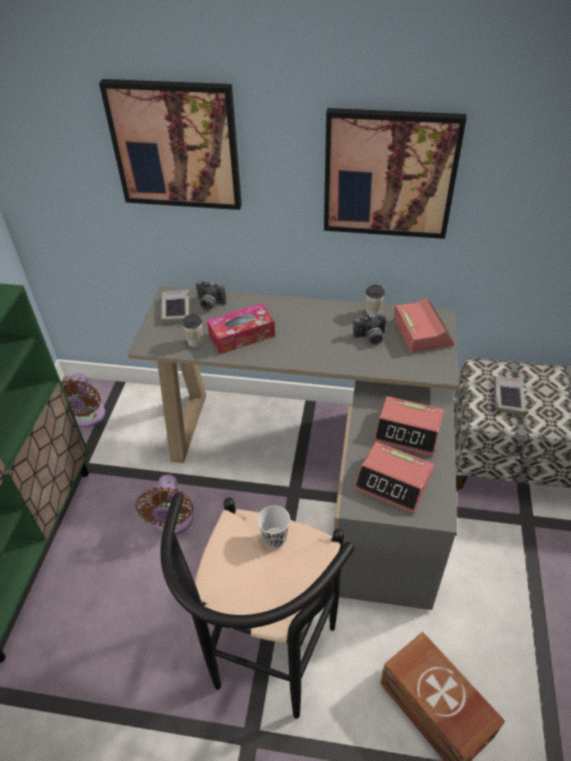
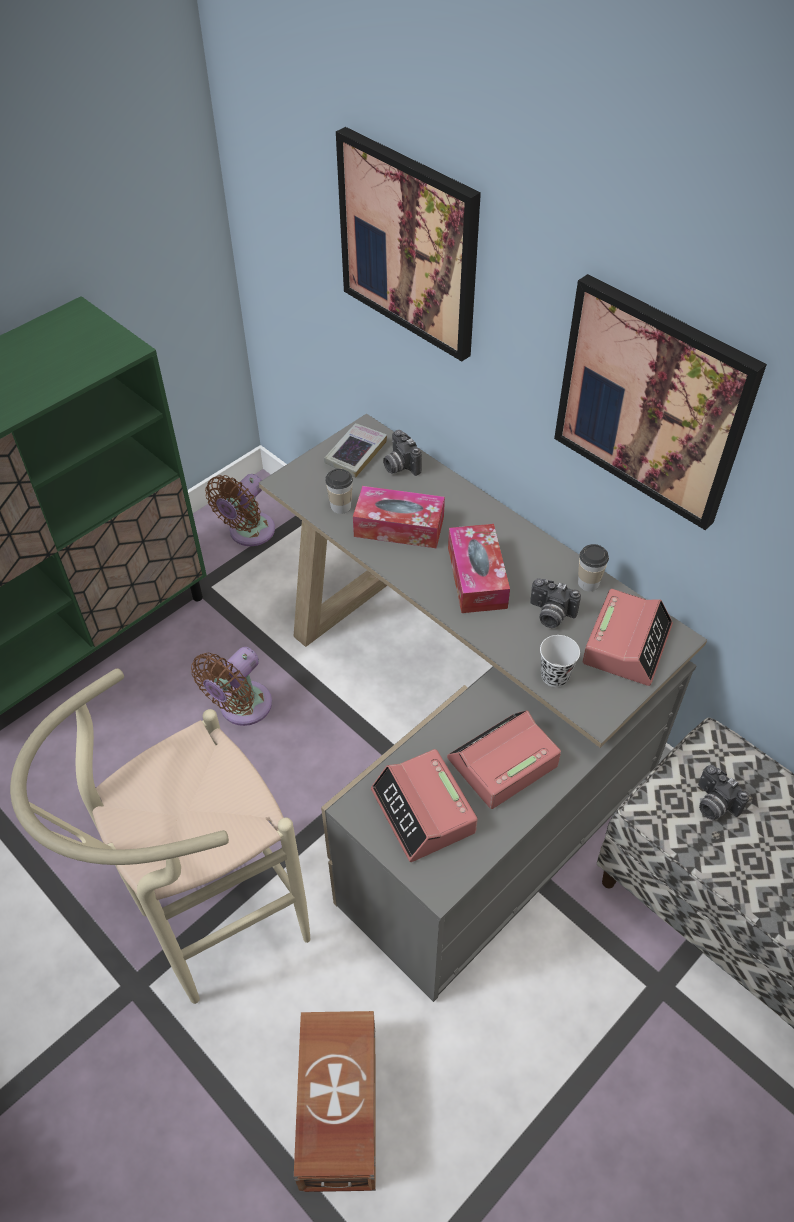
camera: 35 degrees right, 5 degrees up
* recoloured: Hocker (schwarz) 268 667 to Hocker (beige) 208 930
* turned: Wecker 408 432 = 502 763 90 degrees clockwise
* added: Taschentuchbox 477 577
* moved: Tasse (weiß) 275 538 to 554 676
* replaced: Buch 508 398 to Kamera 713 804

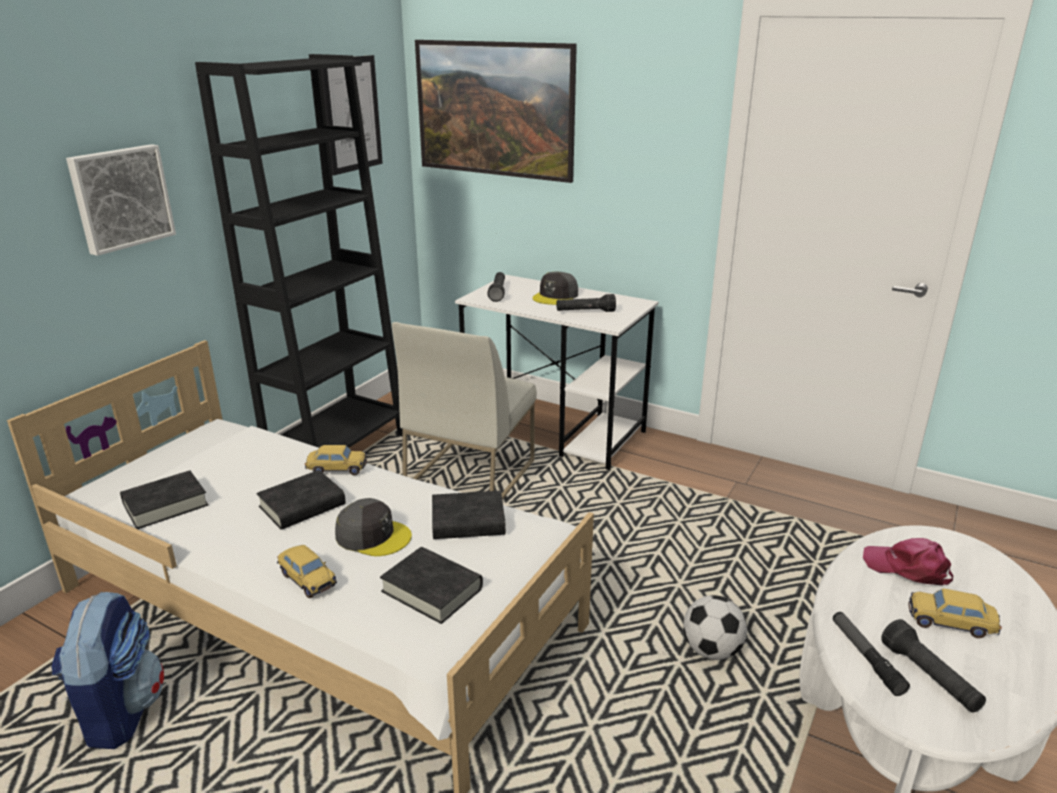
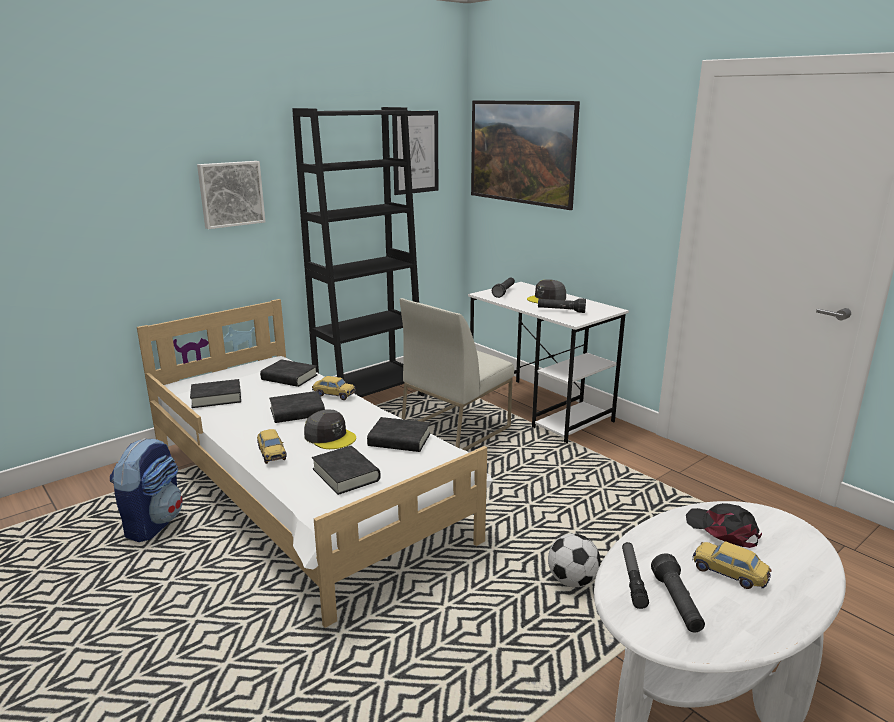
camera: 20 degrees right, 5 degrees down
* added: Buch (schwarz) 289 378
* recoloured: Kappe (rosa) 907 568 to Kappe (schwarz) 722 530

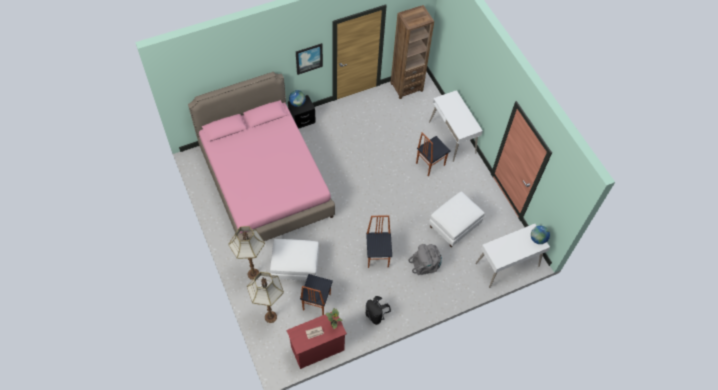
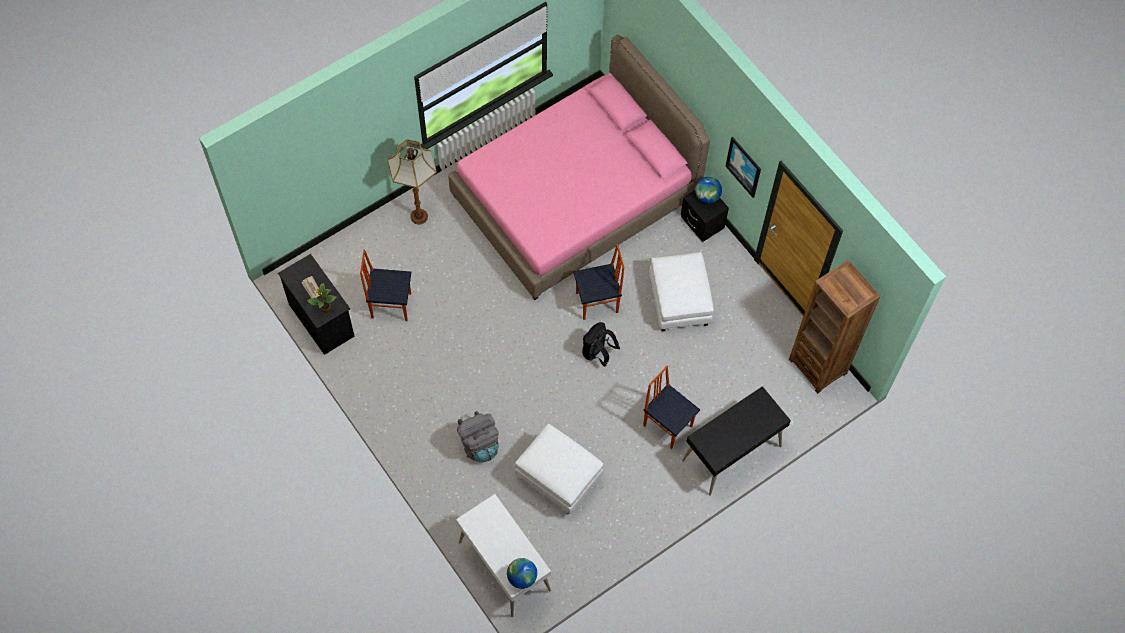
camera: 80 degrees right, 5 degrees up
* recoloured: Kommode (rot) 317 348 to Kommode (schwarz) 321 320
* moved: Stuhl 378 256 to 597 303
* moved: Rucksack (schwarz) 376 315 to 598 353
* moved: Polsterhocker (weiß) 296 266 to 680 301
* recoloured: Schreibtisch (weiß) 452 137 to Schreibtisch (schwarz) 731 454
* removed: Stehlampe 270 317

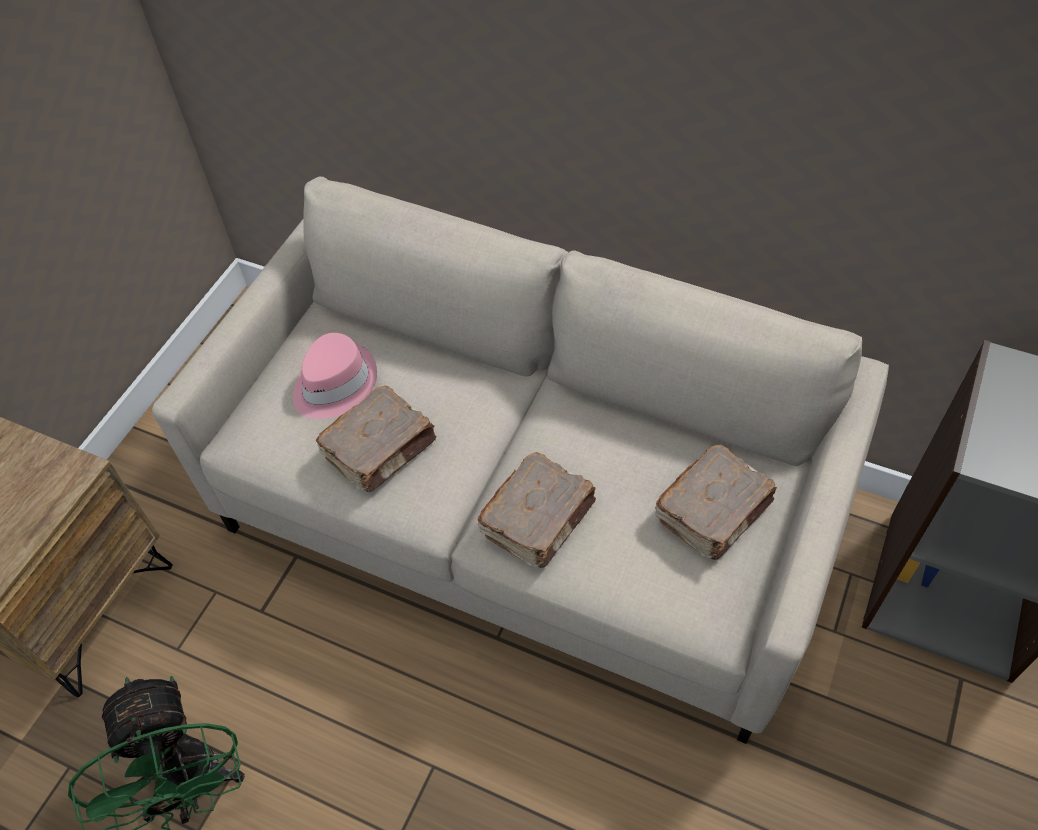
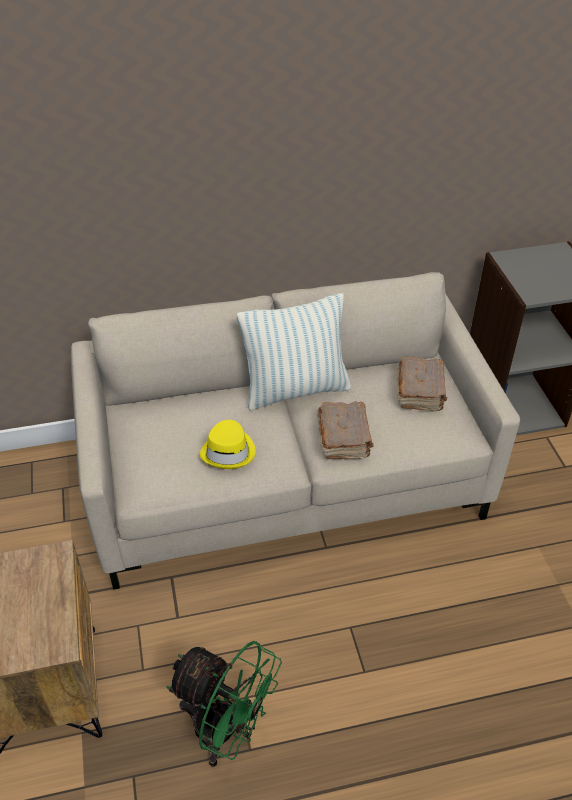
camera: 40 degrees left, 10 degrees down
* replaced: Buch (braun) 381 449 to Hut (gelb) 229 451
* added: Kissen 295 390
* removed: Hut (rosa) 334 384

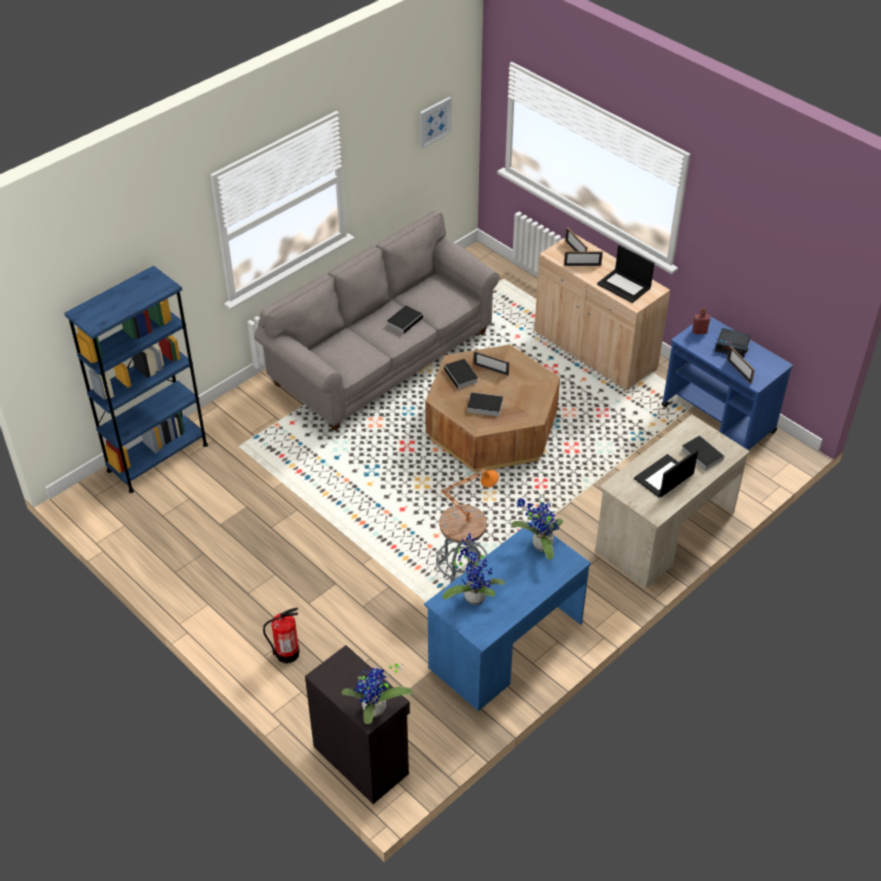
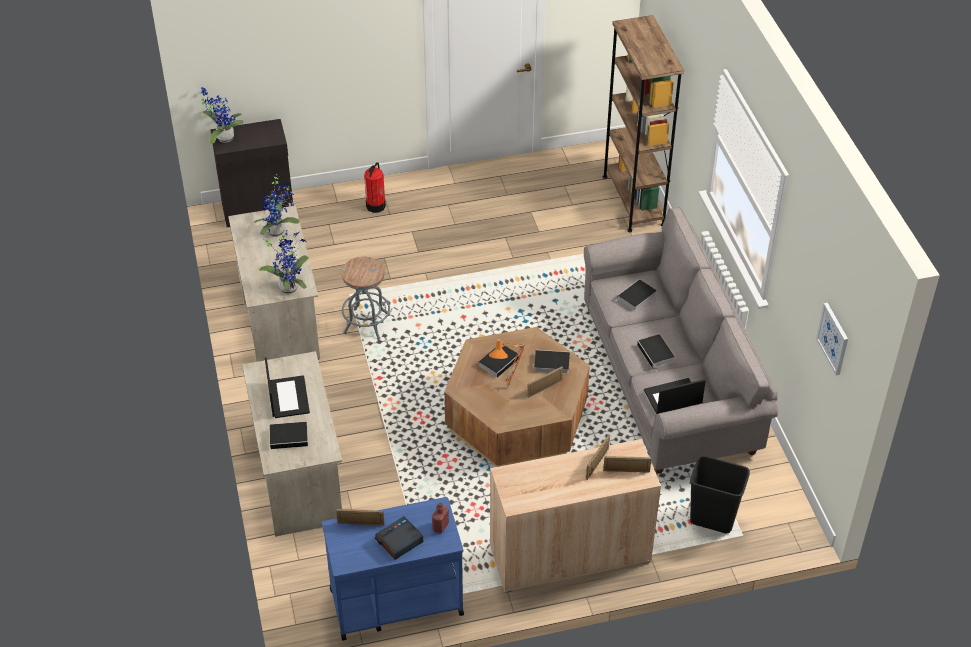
camera: 120 degrees right, 0 degrees up
* recoloured: Schreibtisch (blau) 505 645 to Schreibtisch (beige) 279 318
* moved: Tischlampe (orange) 468 521 to 509 388
* recoloured: Bücherregal (blau) 157 458 to Bücherregal (braun) 633 200
* added: Buch 636 298
* moved: Laptop 624 286 to 672 397
* added: Mülleimer (schwarz) 713 519

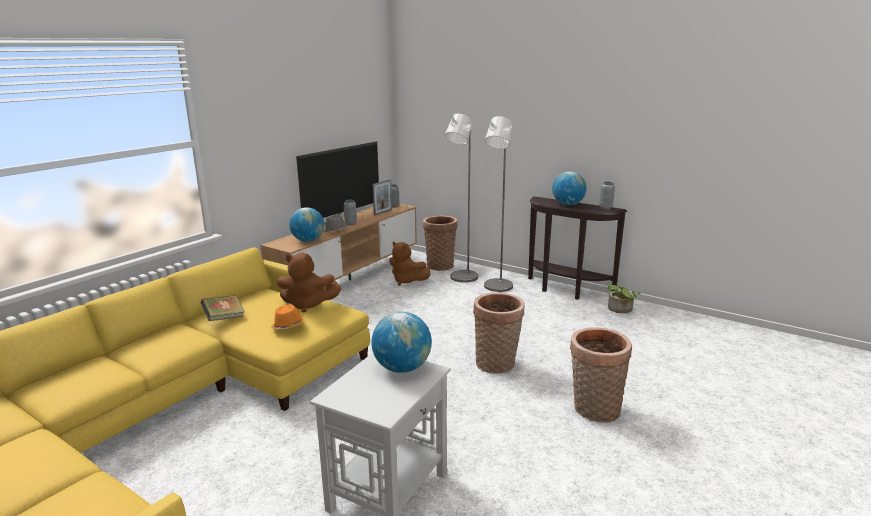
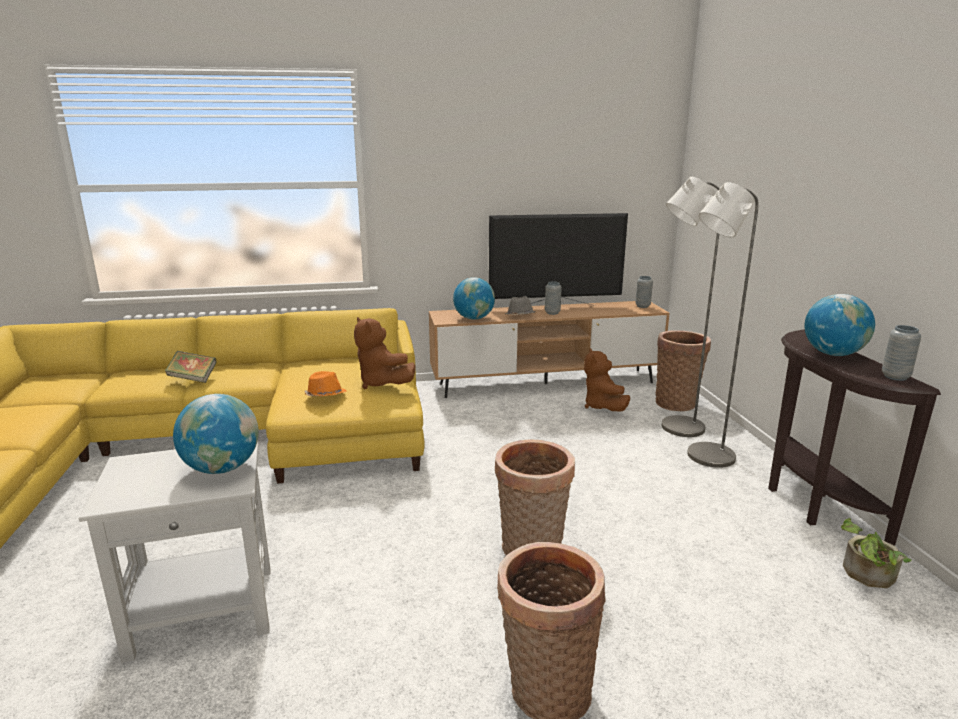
camera: 45 degrees right, 0 degrees up
* moved: Buch 224 318 to 193 379
* removed: Bilderrahmen 383 212

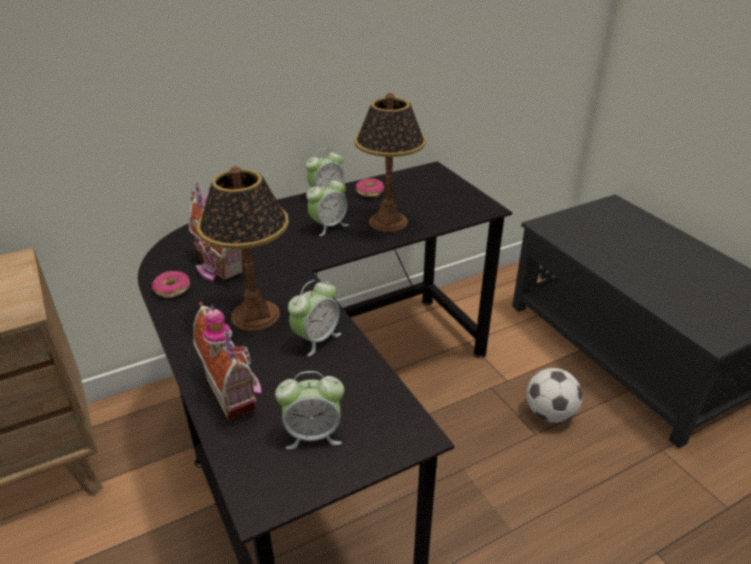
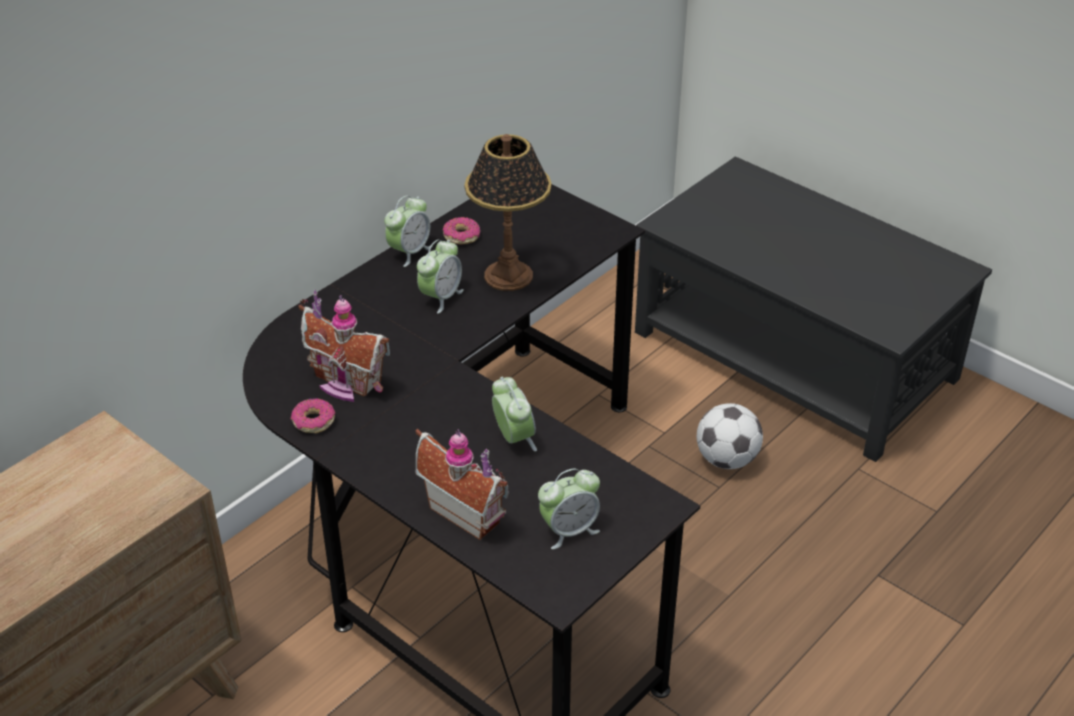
camera: 20 degrees left, 5 degrees up
* turned: Wecker 316 339 = 514 438 45 degrees counterclockwise
* removed: Tischlampe 256 316

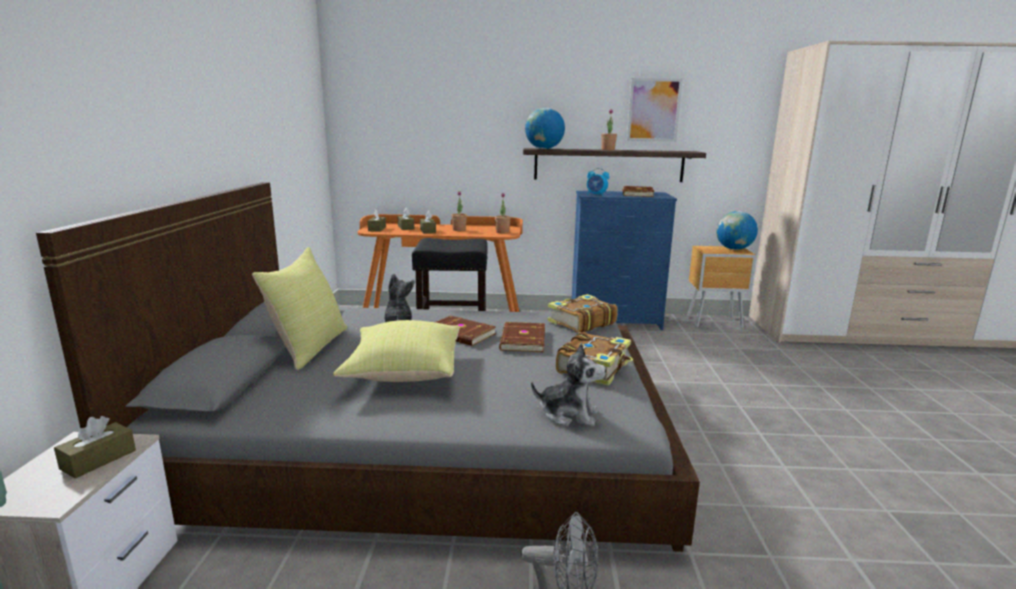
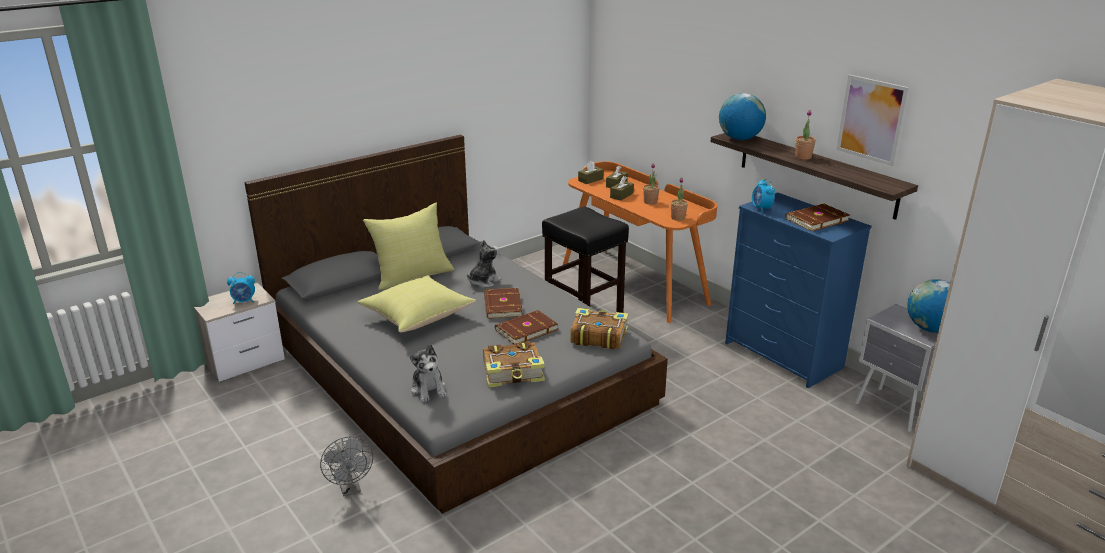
camera: 50 degrees right, 10 degrees up
* replaced: Taschentuchbox (braun) 98 459 to Wecker 244 301
* recoloured: Nachttisch (braun) 715 322 to Nachttisch (grau) 894 411

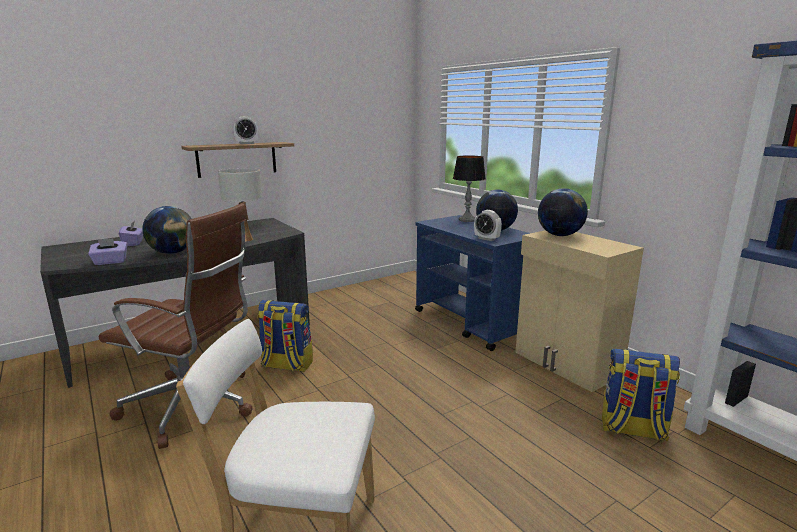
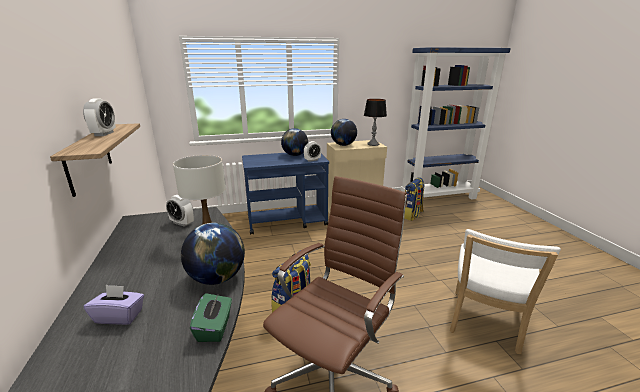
camera: 70 degrees left, 5 degrees up
* added: Wecker 182 223
* recoloured: Taschentuchbox (lila) 110 262 to Taschentuchbox (grün) 215 328
* moved: Tischlampe 467 220 to 373 144

